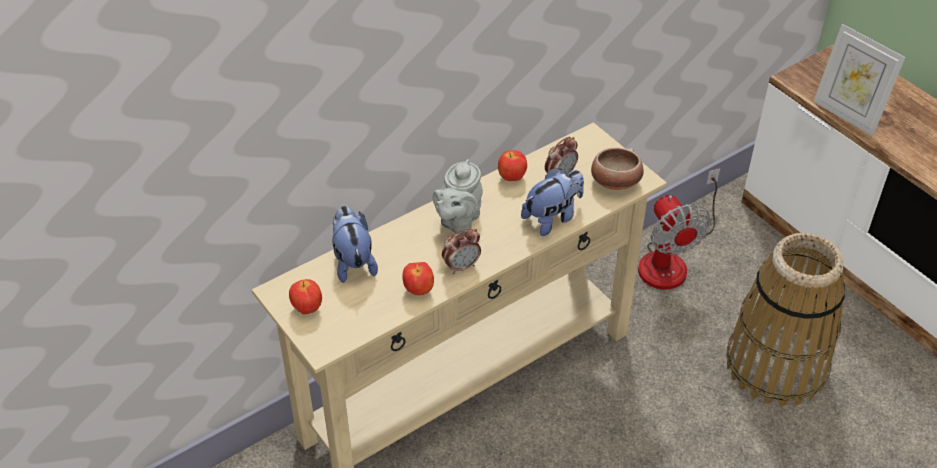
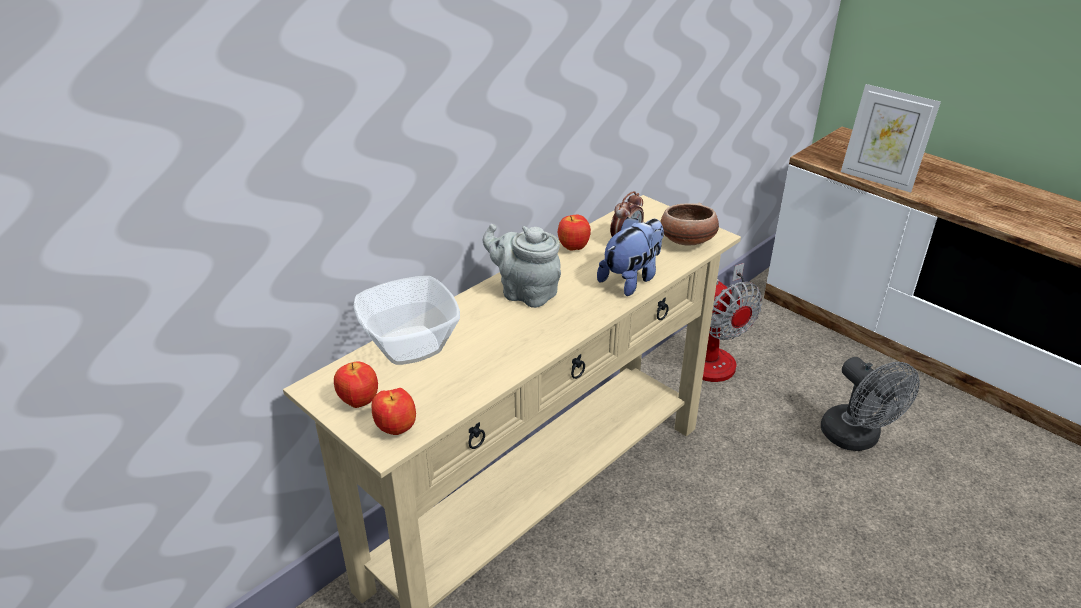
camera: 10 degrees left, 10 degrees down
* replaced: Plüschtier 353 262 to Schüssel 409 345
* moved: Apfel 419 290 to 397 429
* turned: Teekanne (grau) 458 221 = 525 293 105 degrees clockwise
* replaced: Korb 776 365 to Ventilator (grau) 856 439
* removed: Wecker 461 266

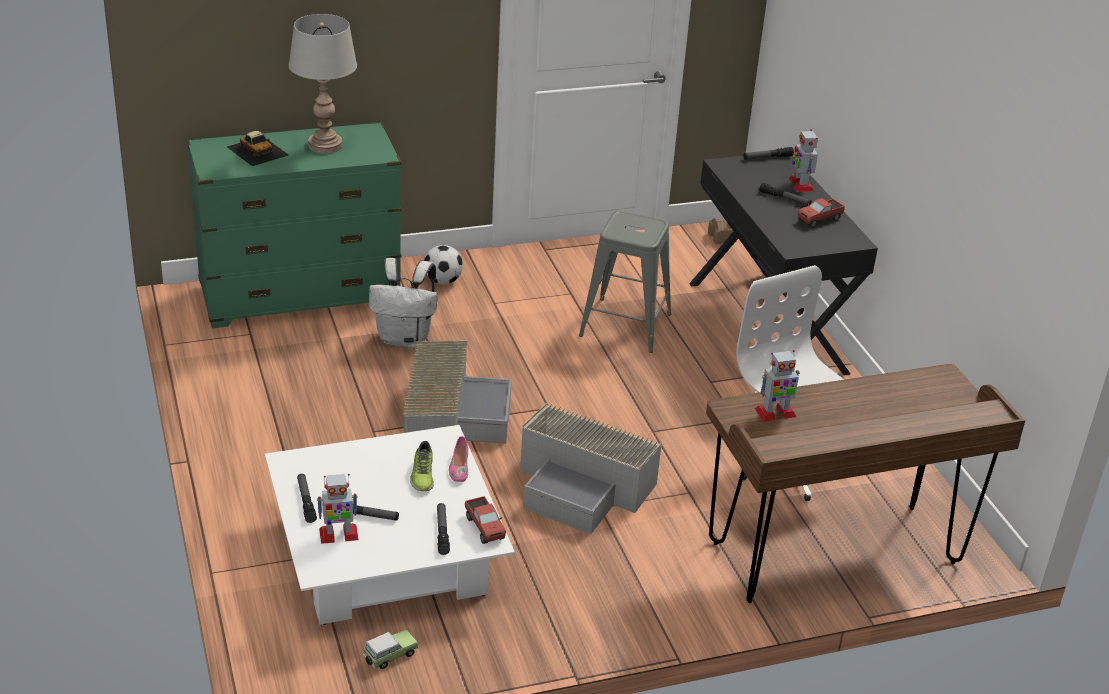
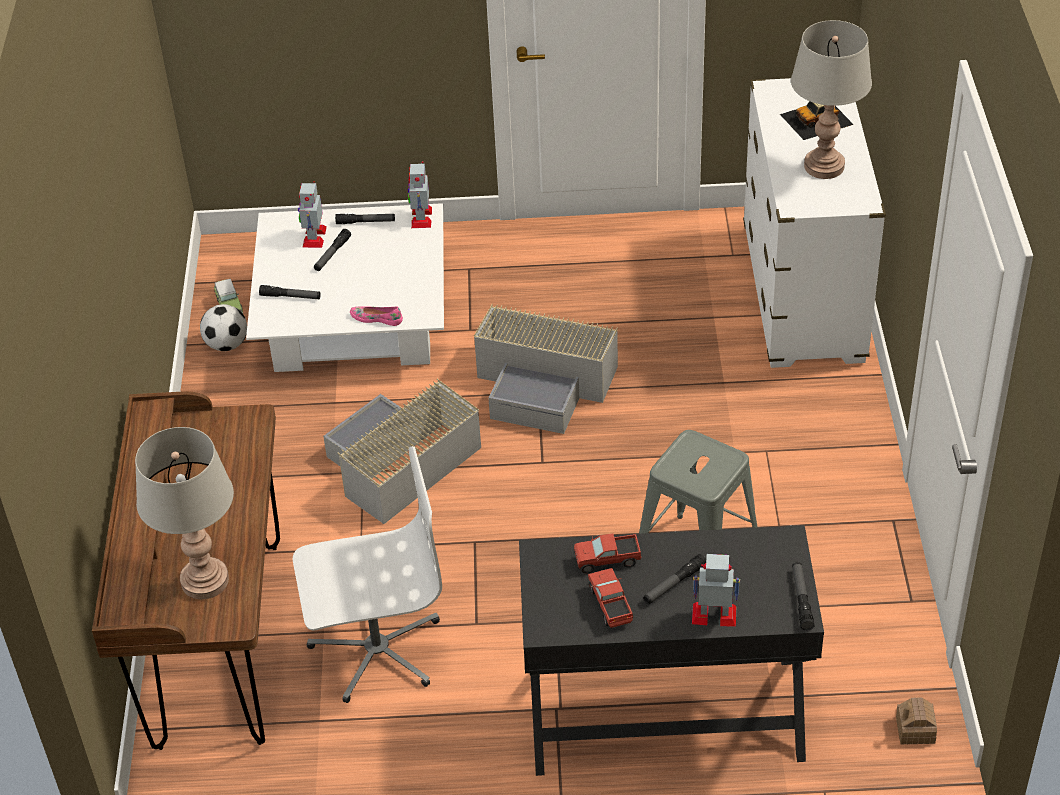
camera: 110 degrees right, 10 degrees up
* added: Tischlampe (grau) 204 581
* moved: Fußball 442 281 to 227 344
* moved: Spielzeugroboter 775 413 to 421 217
* moved: Spielzeuglaster 484 528 to 607 560
* recoloured: Kommode (grün) 300 296 to Kommode (weiß) 803 294
* removed: Rucksack (weiß) 405 339
* removed: Schuh 422 475

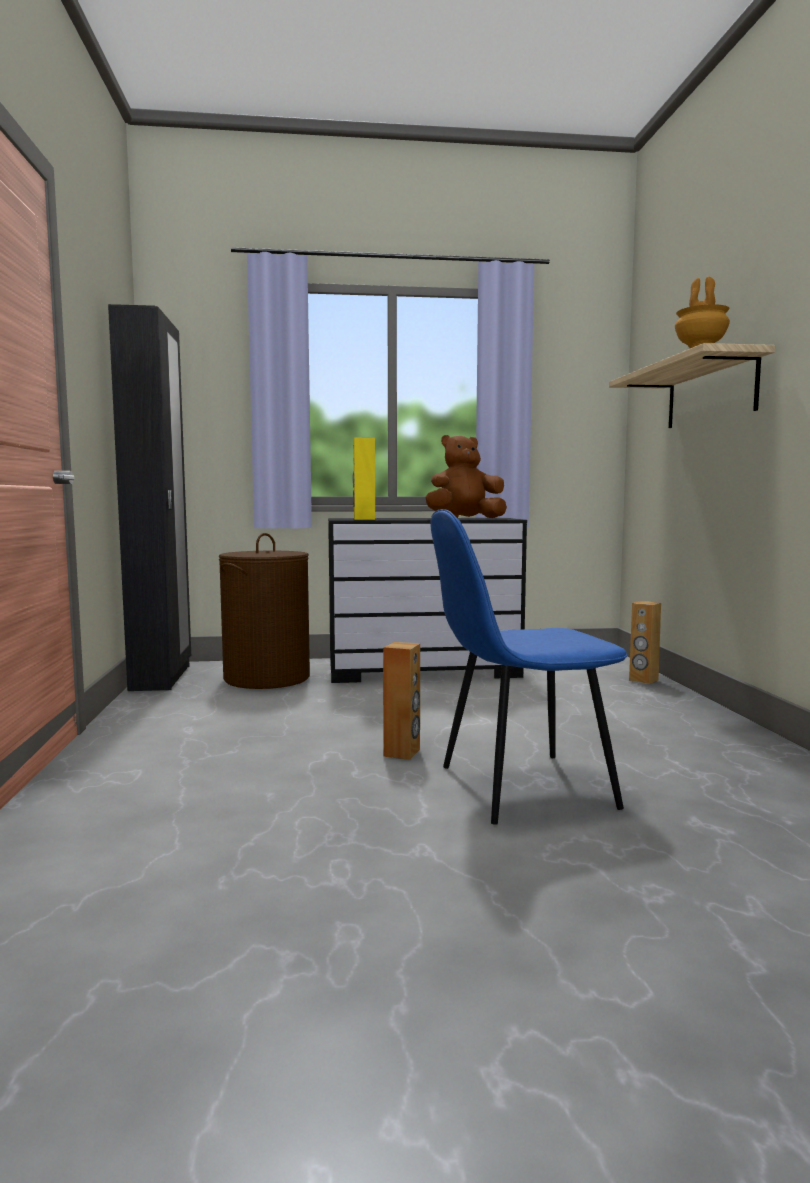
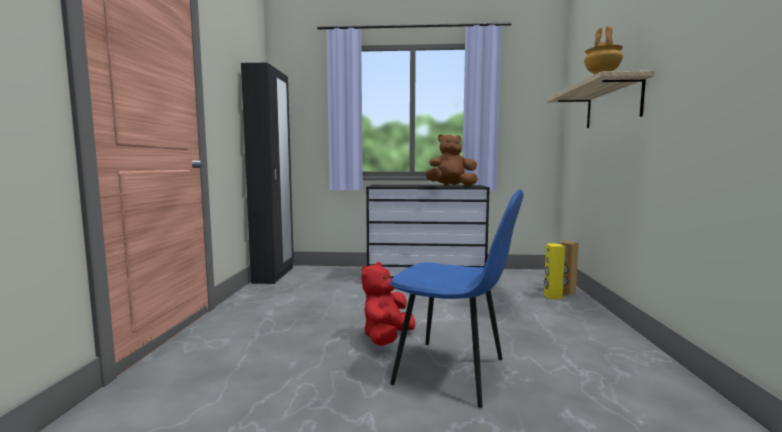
camera: 10 degrees right, 0 degrees up
* replaced: Lautsprecher (braun) 402 753 to Plüschtier (rot) 387 338
* turned: Stuhl (blau) 521 787 = 453 372 150 degrees counterclockwise
* moved: Lautsprecher (gelb) 364 519 to 552 296
* removed: Wäschekorb (braun) 267 678

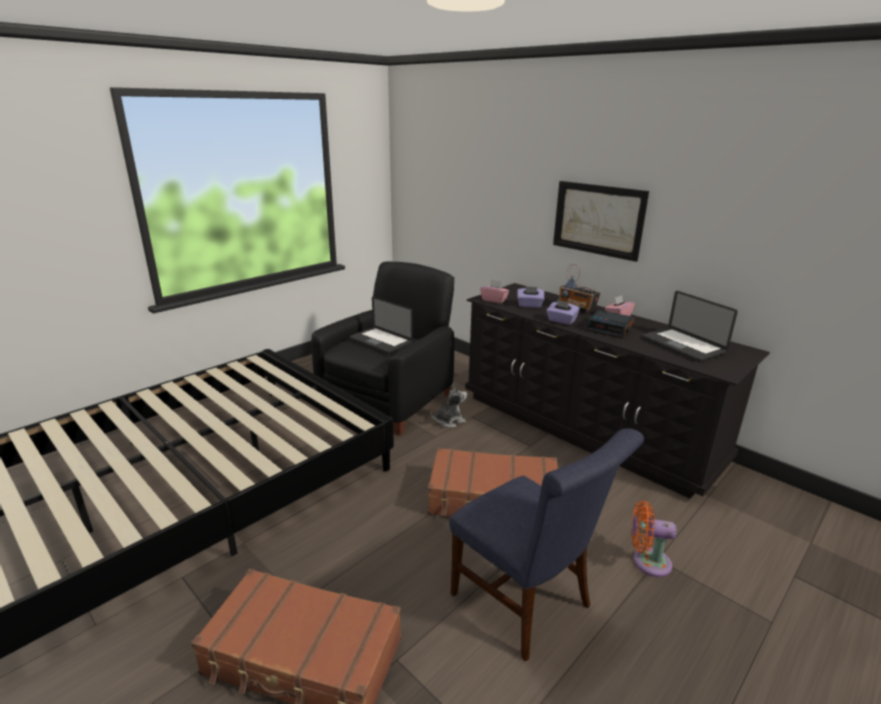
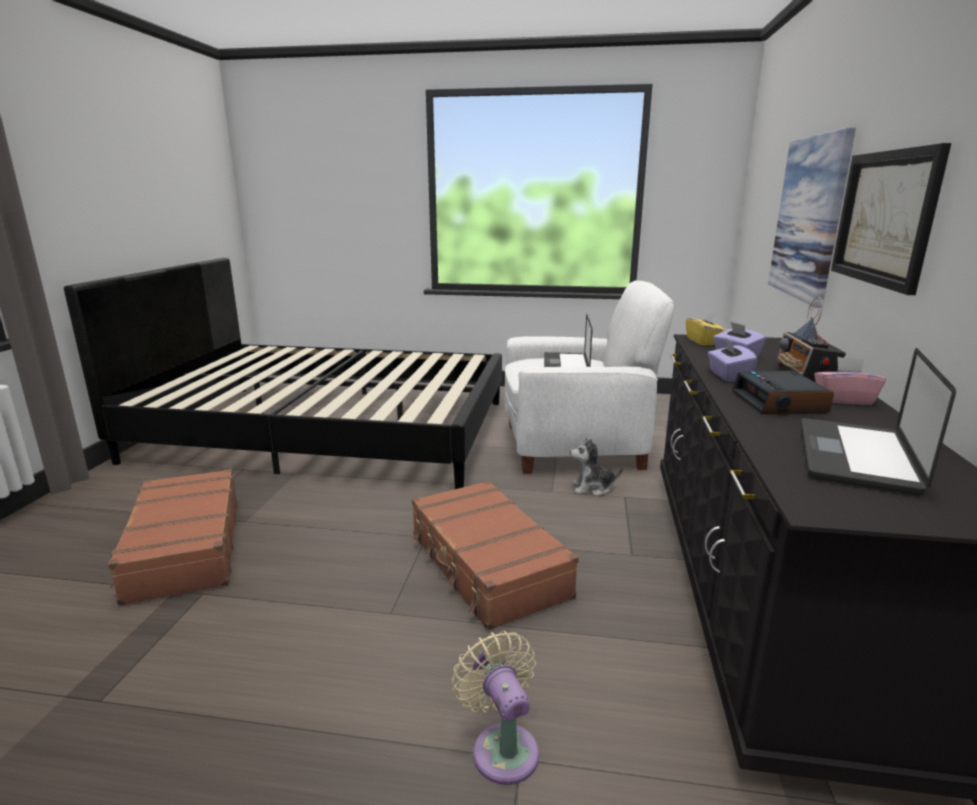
camera: 55 degrees right, 5 degrees down
* recoloured: Ventilator (orange) 647 561 to Ventilator (beige) 502 747
* recoloured: Sessel (schwarz) 389 399 to Sessel (weiß) 575 446
* turned: Plüschtier 449 421 = 592 488 150 degrees clockwise
* recoloured: Taschentuchbox (rosa) 494 300 to Taschentuchbox (gelb) 703 342
* added: Bild 808 218
* removed: Stuhl (blau) 527 604

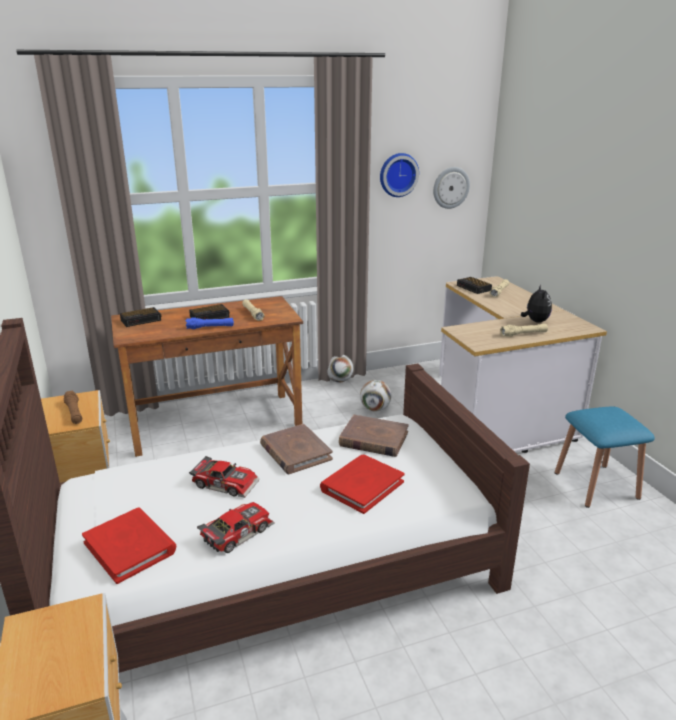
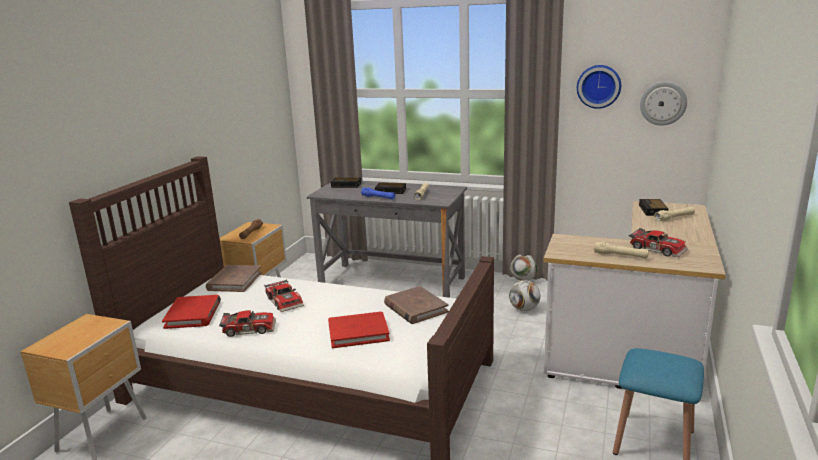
camera: 40 degrees right, 5 degrees down
* moved: Buch (braun) 295 452 to 234 281
* recoloured: Schreibtisch (braun) 216 423 to Schreibtisch (grau) 392 282
* replaced: Plüschtier 535 321 to Spielzeugauto 658 248

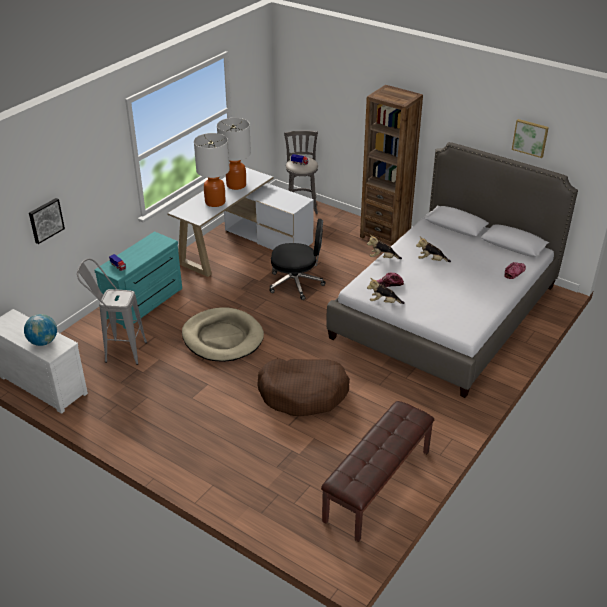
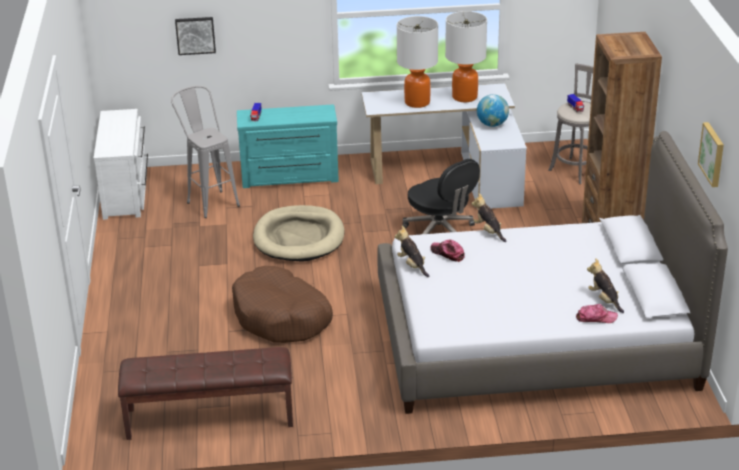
camera: 50 degrees right, 5 degrees down
* moved: Globus 43 342 to 492 124
* moved: Plüschtier 431 260 to 604 300

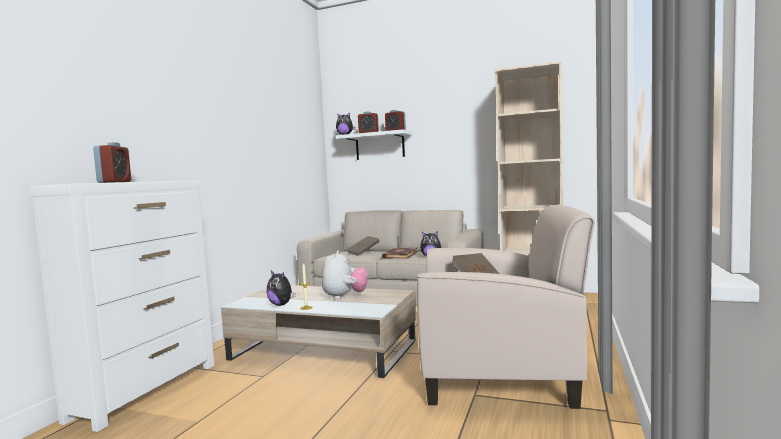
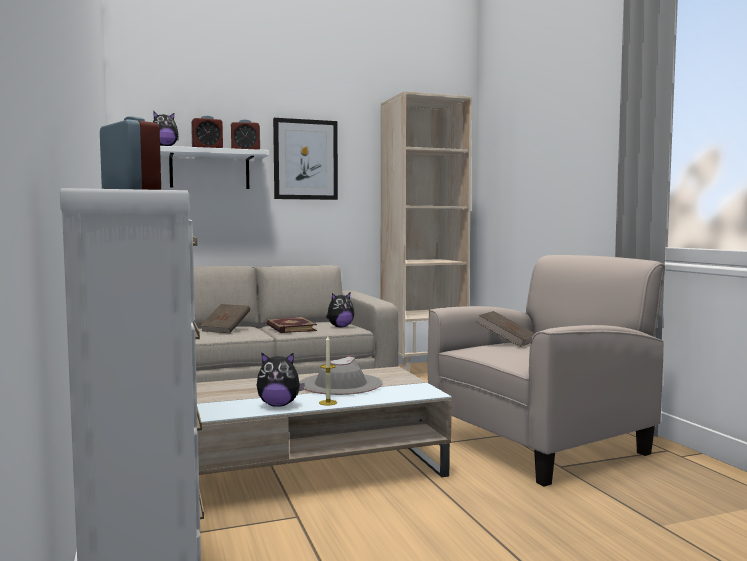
camera: 40 degrees left, 0 degrees up
* added: Bild 305 159
* replaced: Plüschtier 344 297 to Hut (grau) 340 384

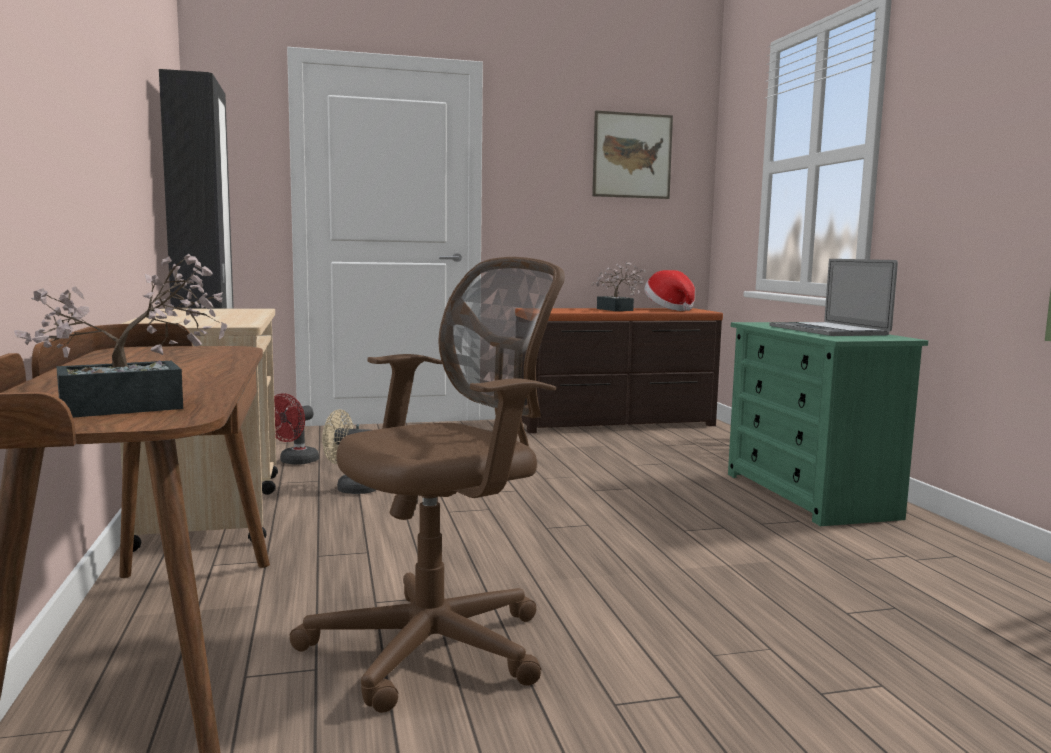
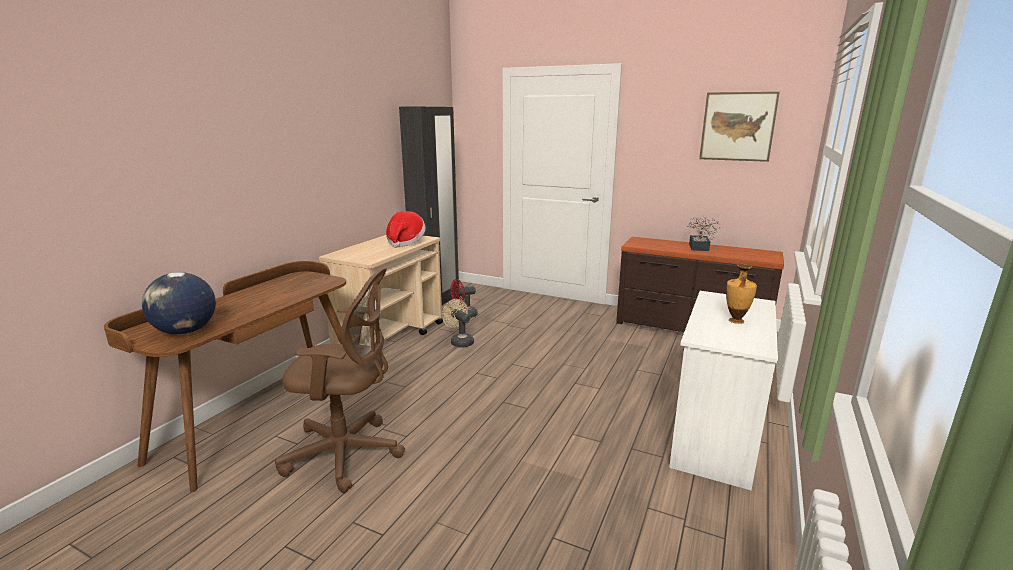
camera: 40 degrees right, 10 degrees up
* replaced: Topfpflanze 138 406 to Globus 185 332
* moved: Hut 669 309 to 405 242
* recoloured: Kommode (grün) 809 495 to Kommode (weiß) 714 438
* replaced: Laptop 827 330 to Vase 735 321

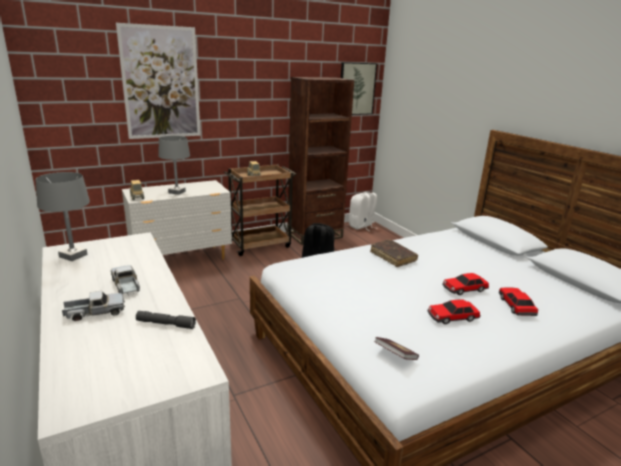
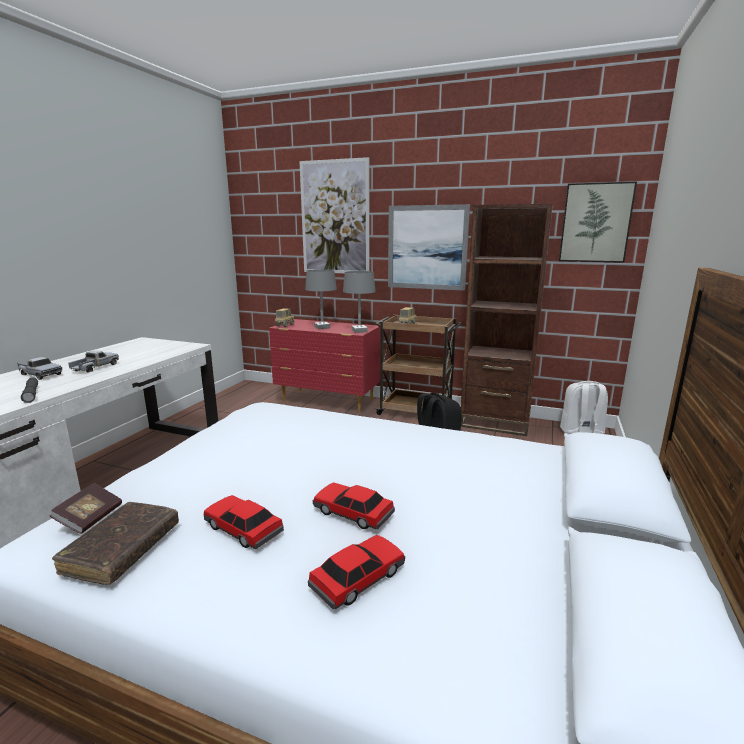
camera: 50 degrees right, 5 degrees down
* moved: Buch (braun) 393 257 to 122 550
* recoloured: Kommode (weiß) 182 259 to Kommode (rot) 328 401
* moved: Tischlampe (grau) 73 256 to 359 331
* added: Bild 427 247

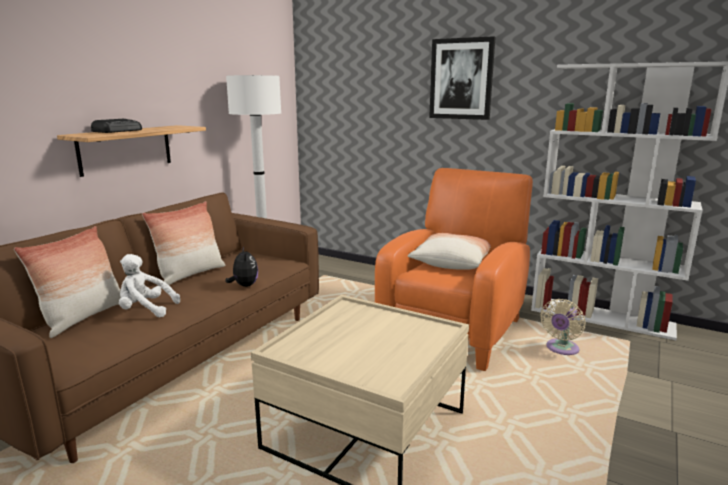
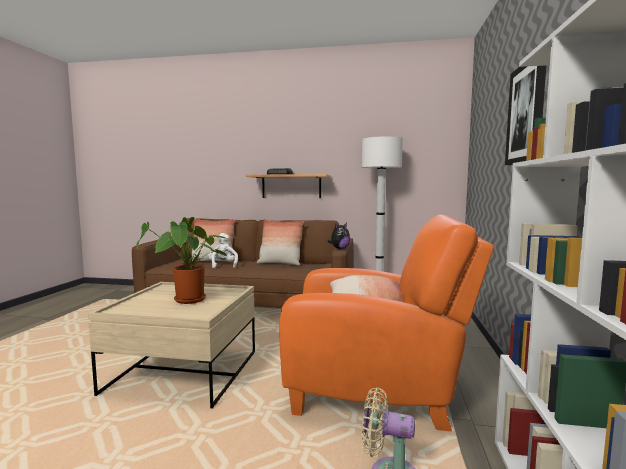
camera: 70 degrees right, 10 degrees down
* added: Topfpflanze 189 301
* moved: Plüschtier 244 285 to 339 248

